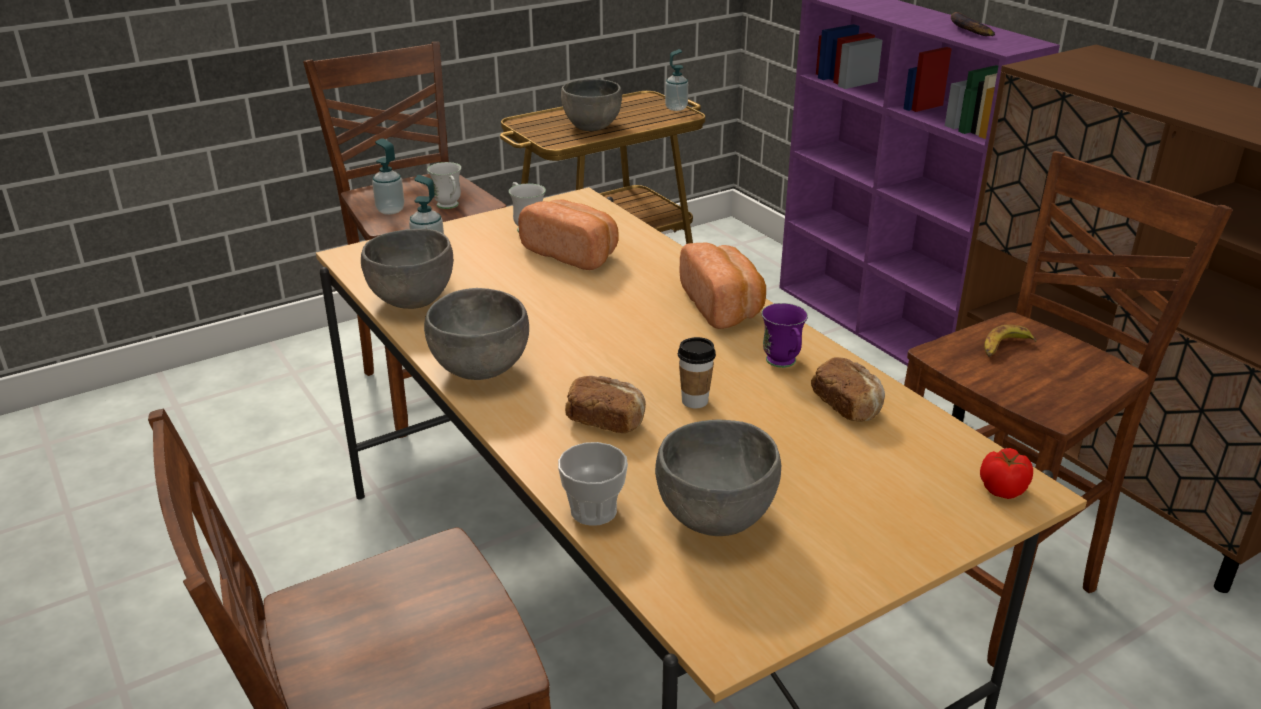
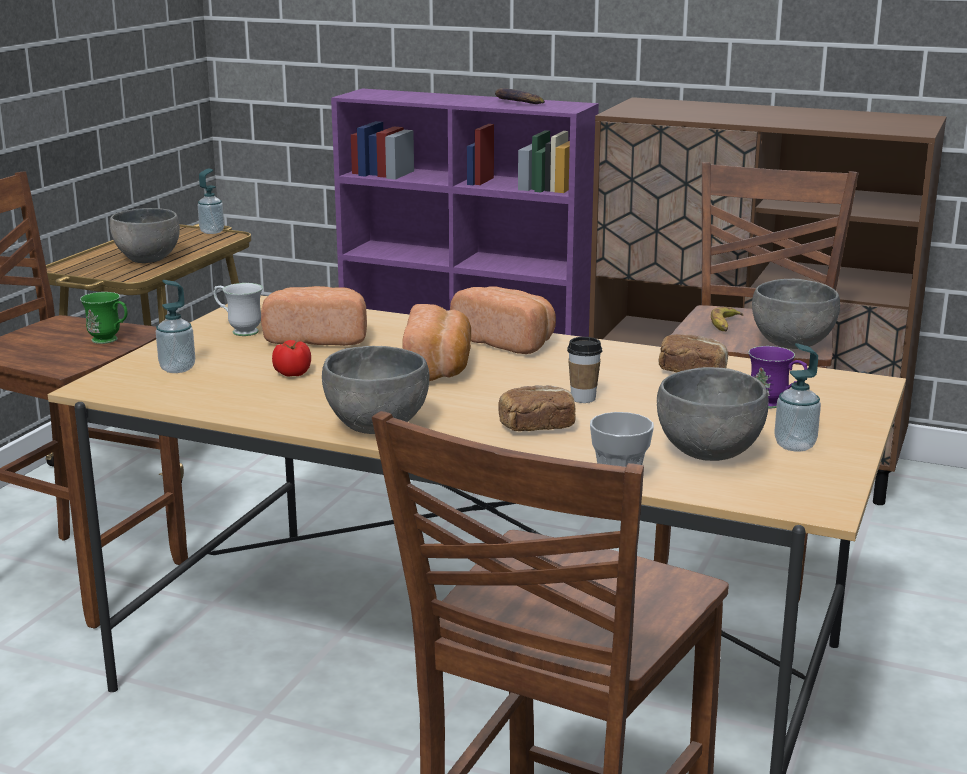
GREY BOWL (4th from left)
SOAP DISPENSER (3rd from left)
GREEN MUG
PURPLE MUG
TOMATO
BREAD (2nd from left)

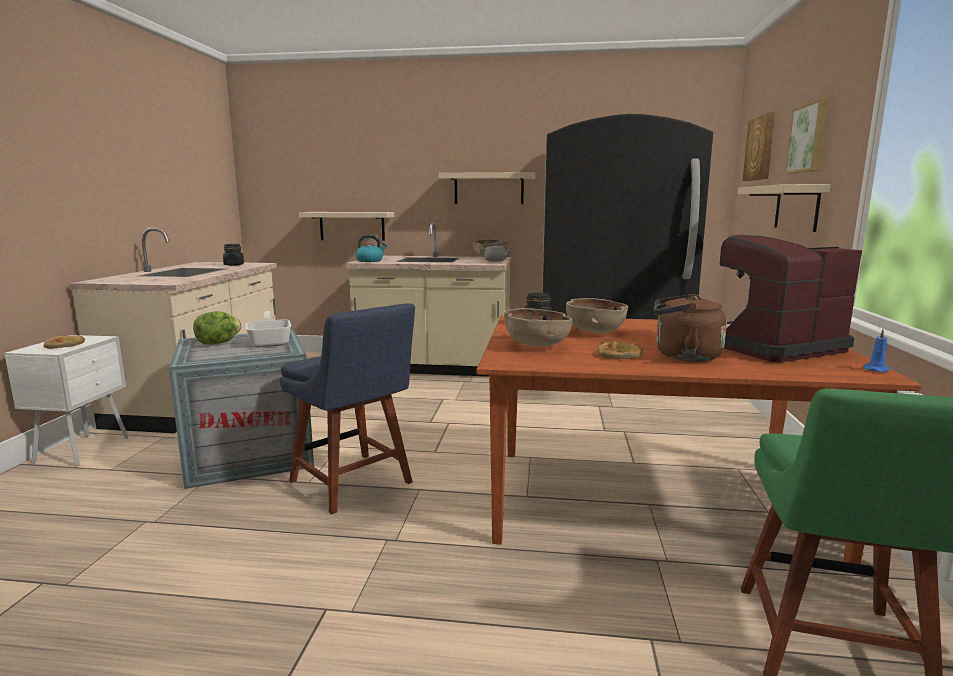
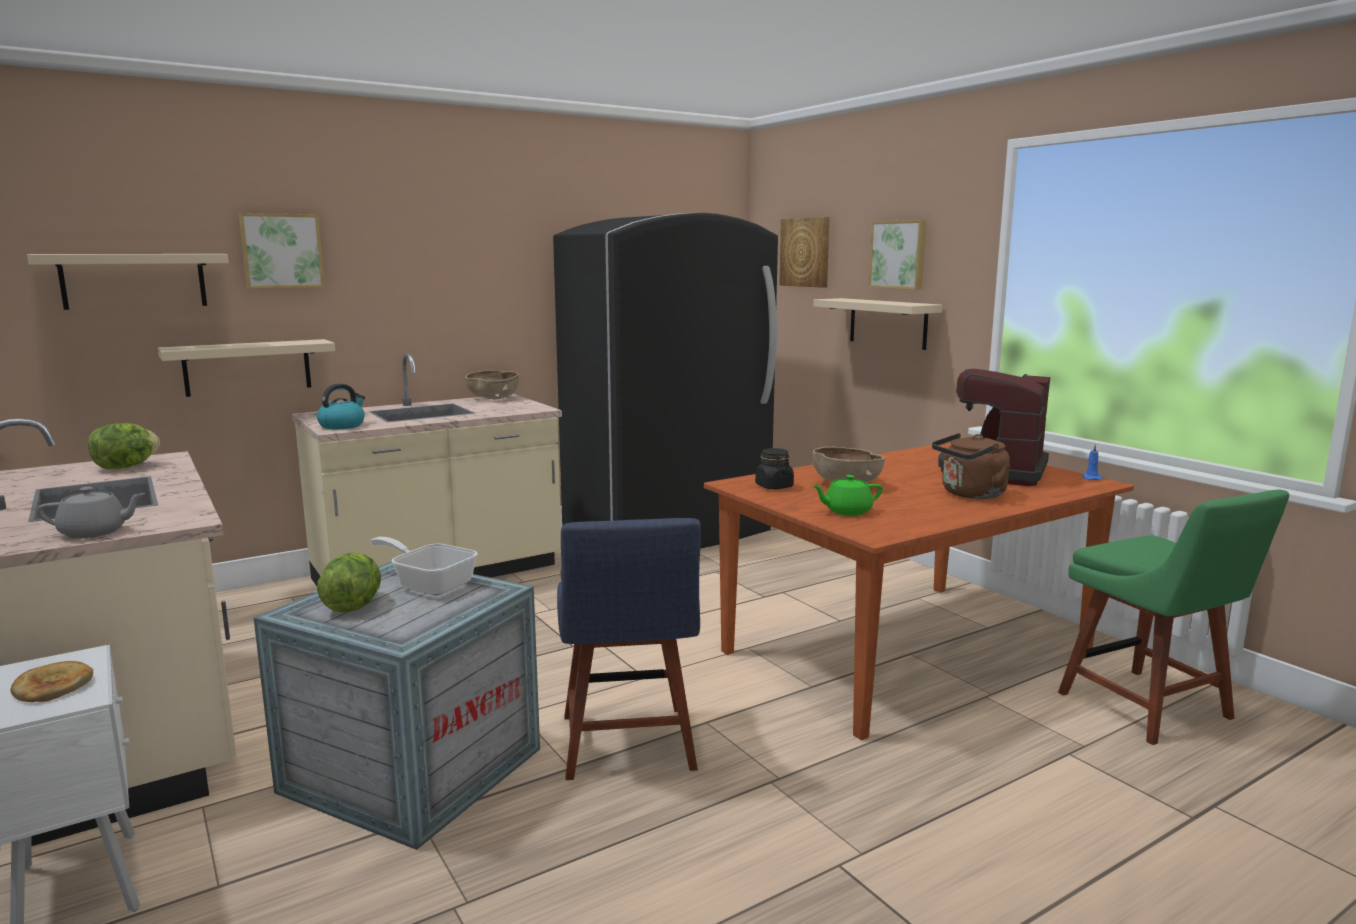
LETTUCE (1st from left)
BLUE CHAIR
BEIGE SHELF (1st from left)
GREY TEAPOT
GREEN TEAPOT
BREAD (2nd from left in the first image)
PICTURE (1st from left)

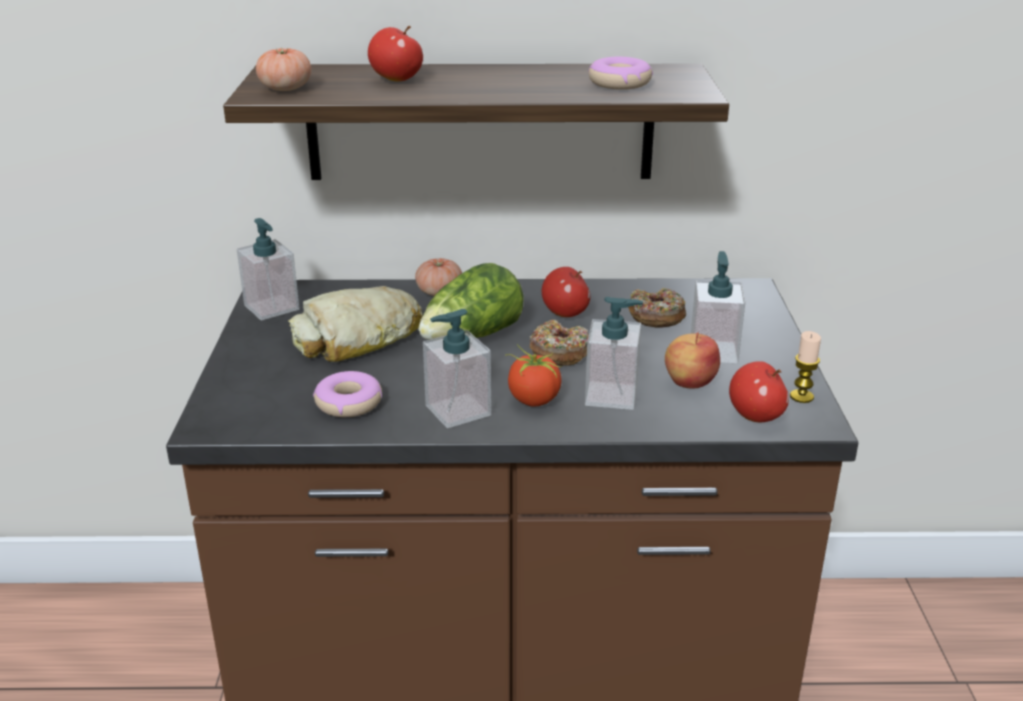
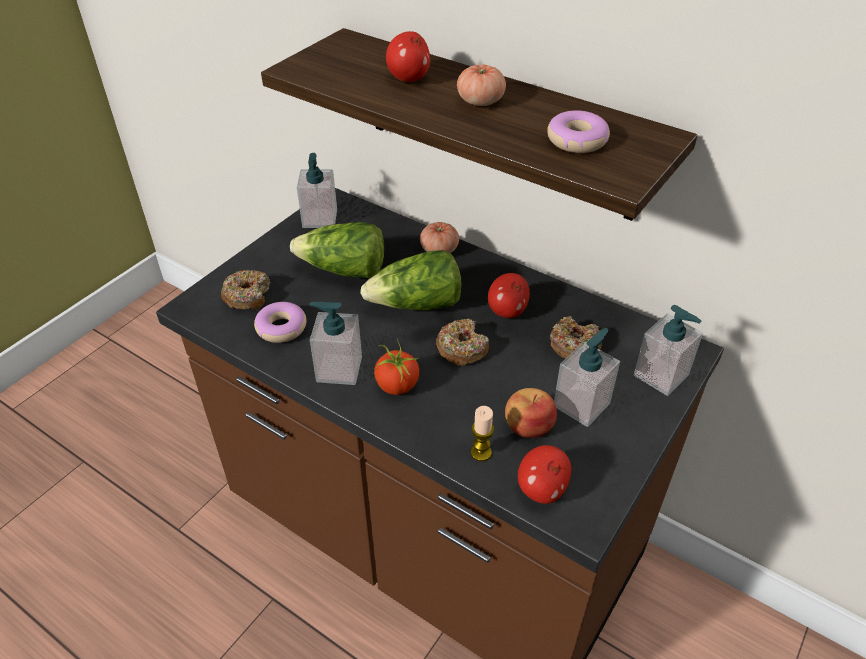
TOMATO (3rd from left)
LETTUCE (1st from left)
SOAP DISPENSER (4th from left)
CANDLE
DONUT (1st from left)

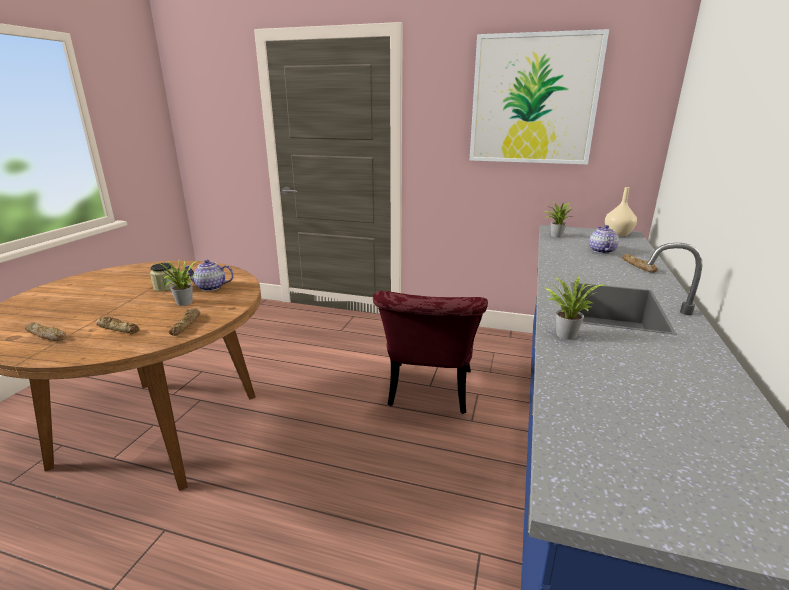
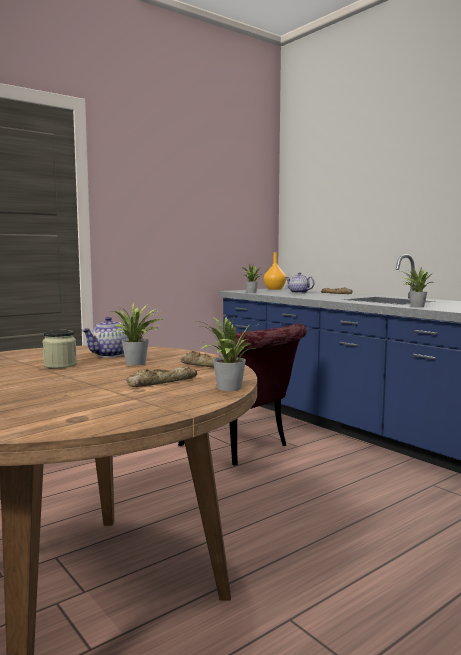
BREAD (1st from left in the first image)
PICTURE
ORANGE VASE
POTTED PLANT (2nd from left)

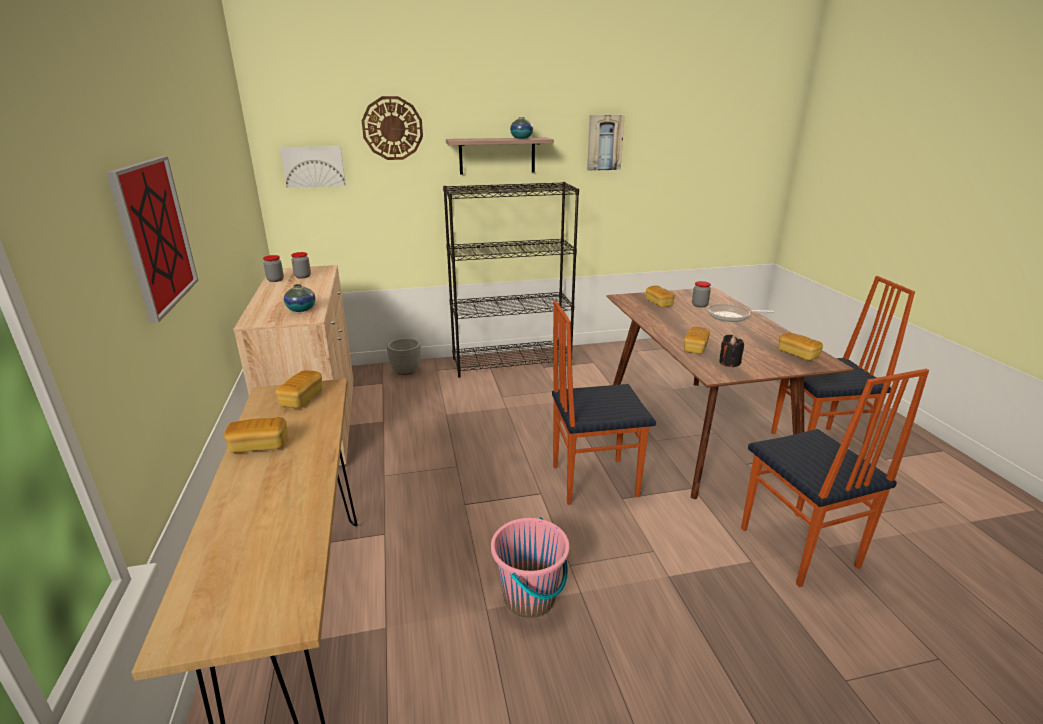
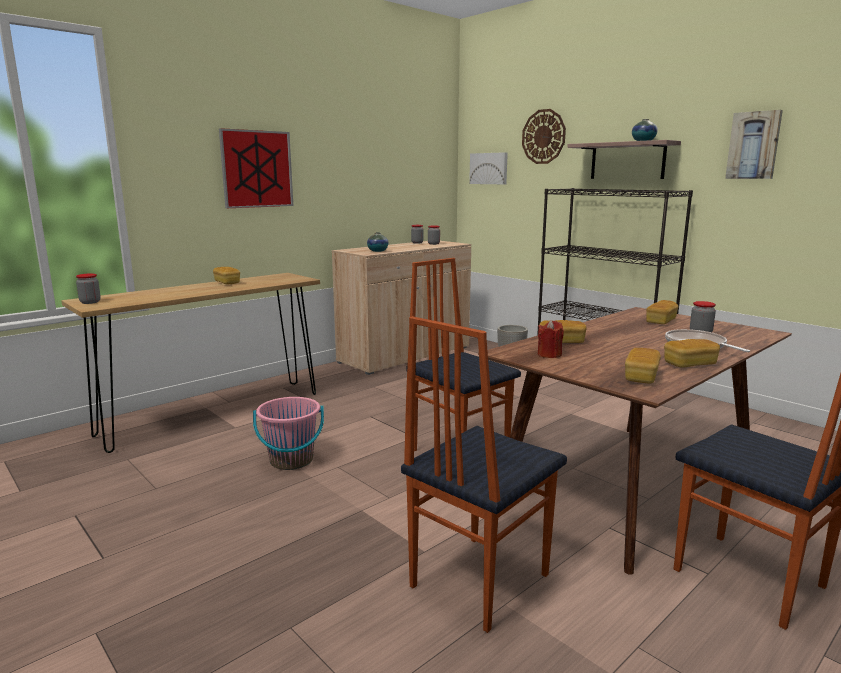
BREAD (5th from left)
RED CANDLE
JAR (1st from left)

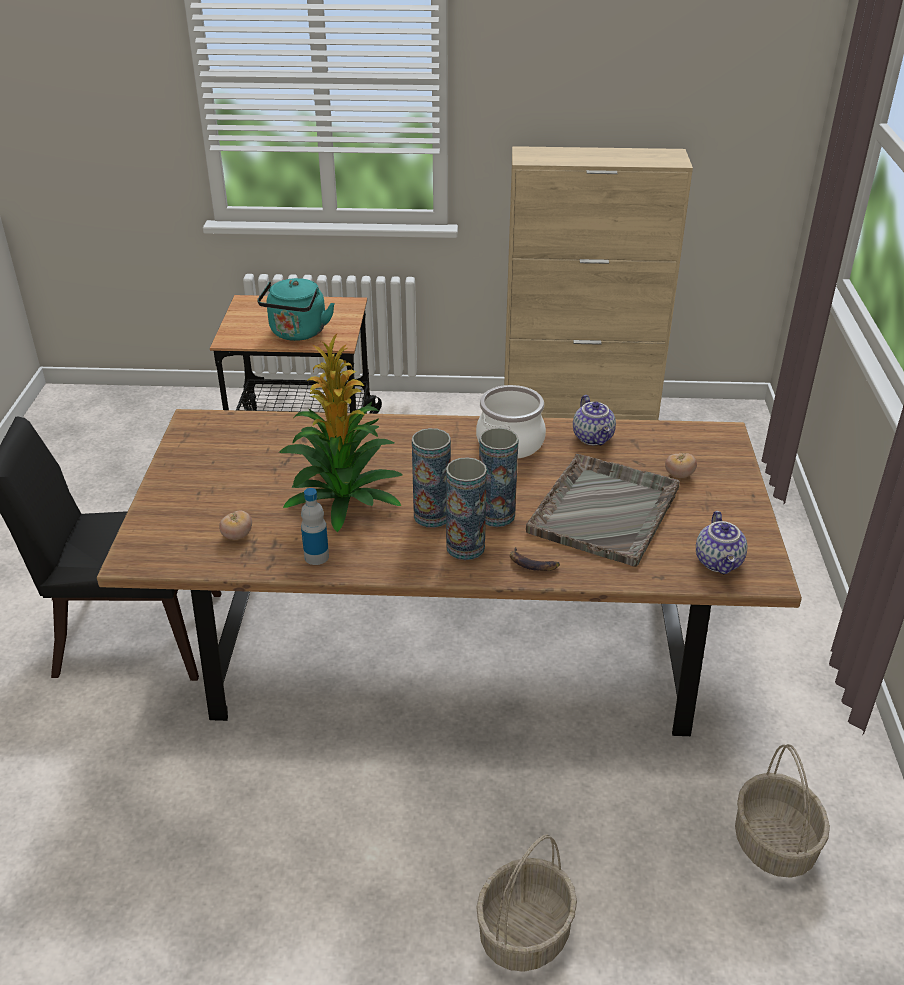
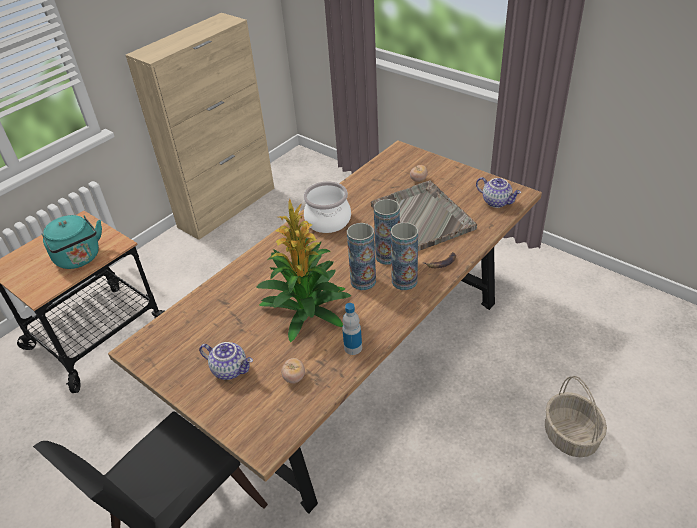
TEAPOT (1st from left)
BASKET (2nd from left in the first image)

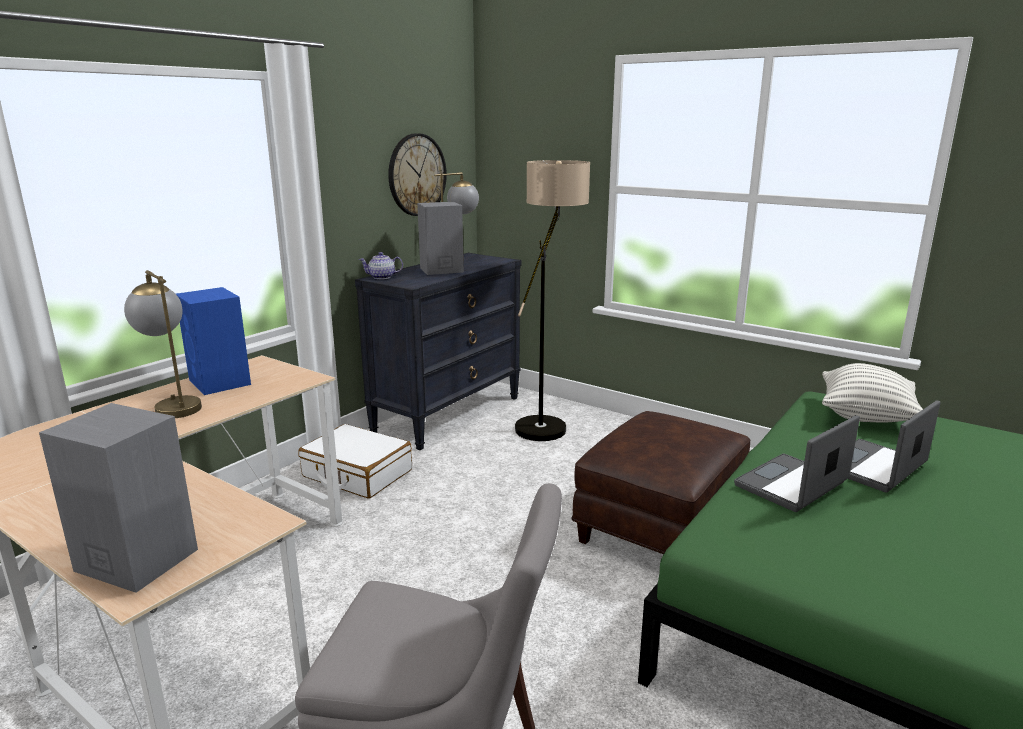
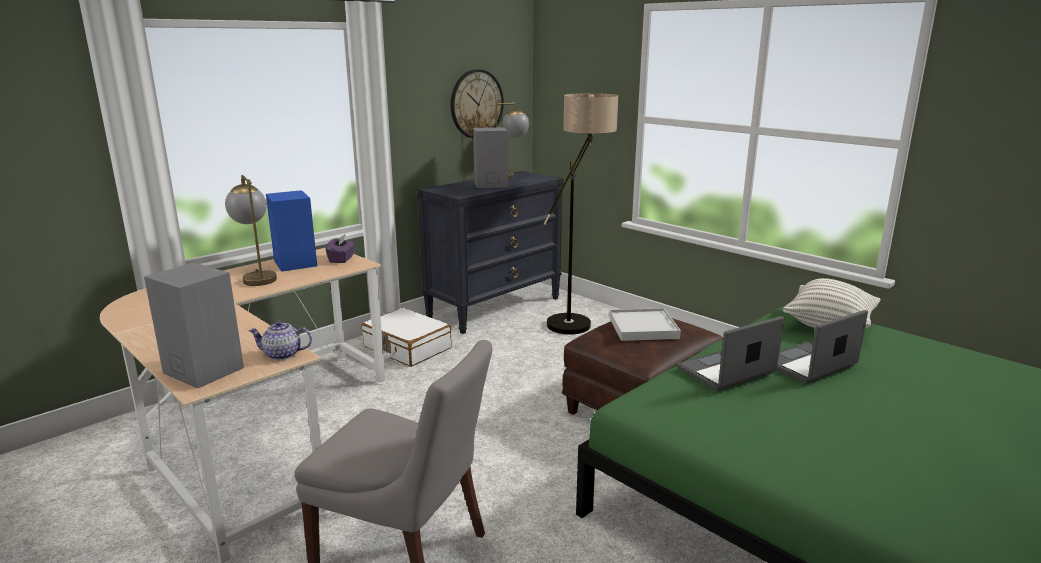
TEAPOT
PURPLE TISSUE BOX
WHITE TRAY

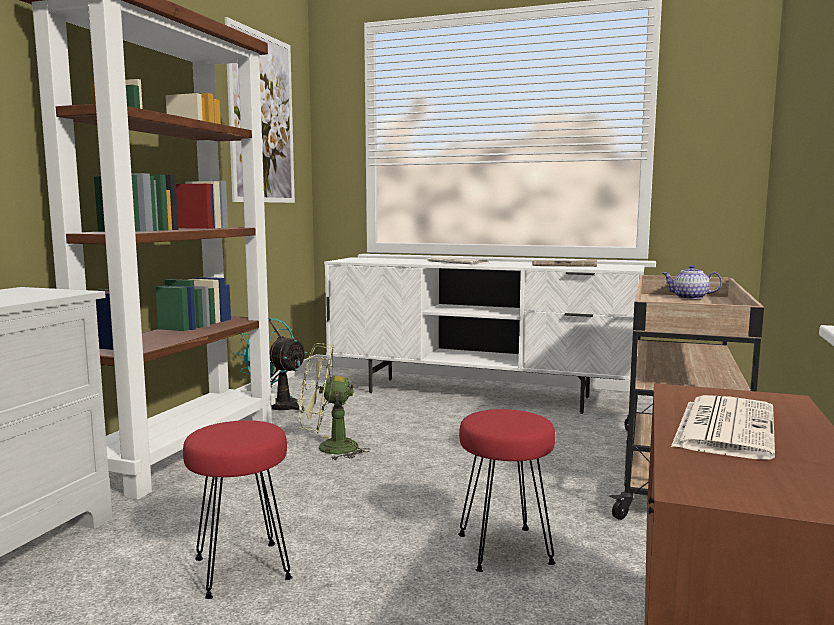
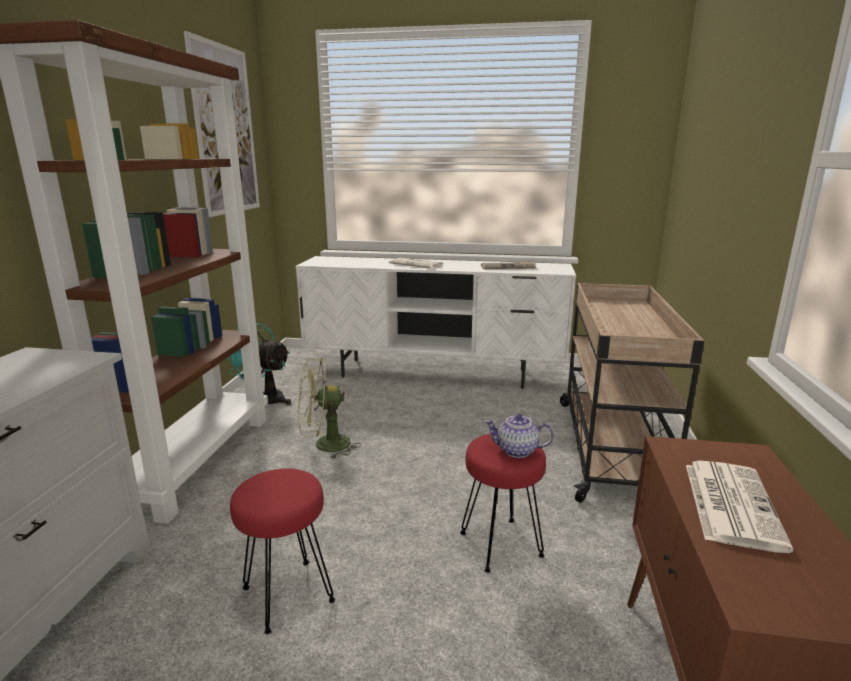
TEAPOT

